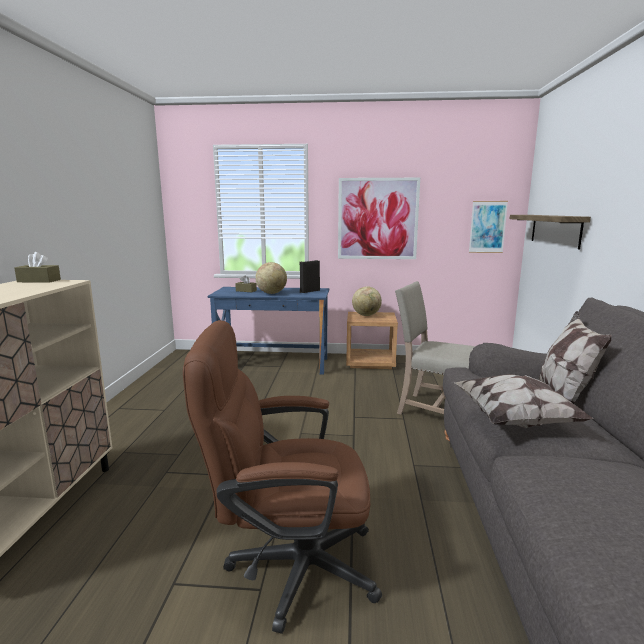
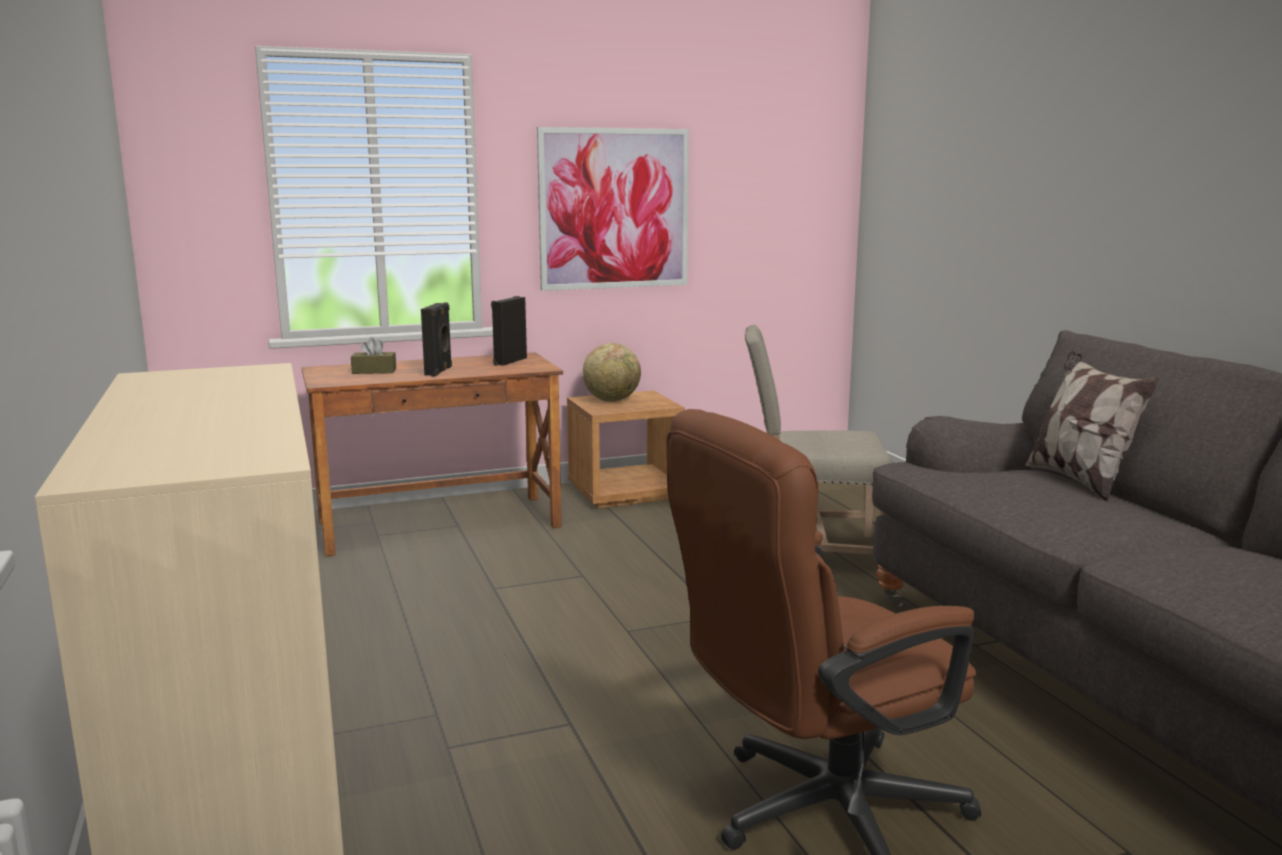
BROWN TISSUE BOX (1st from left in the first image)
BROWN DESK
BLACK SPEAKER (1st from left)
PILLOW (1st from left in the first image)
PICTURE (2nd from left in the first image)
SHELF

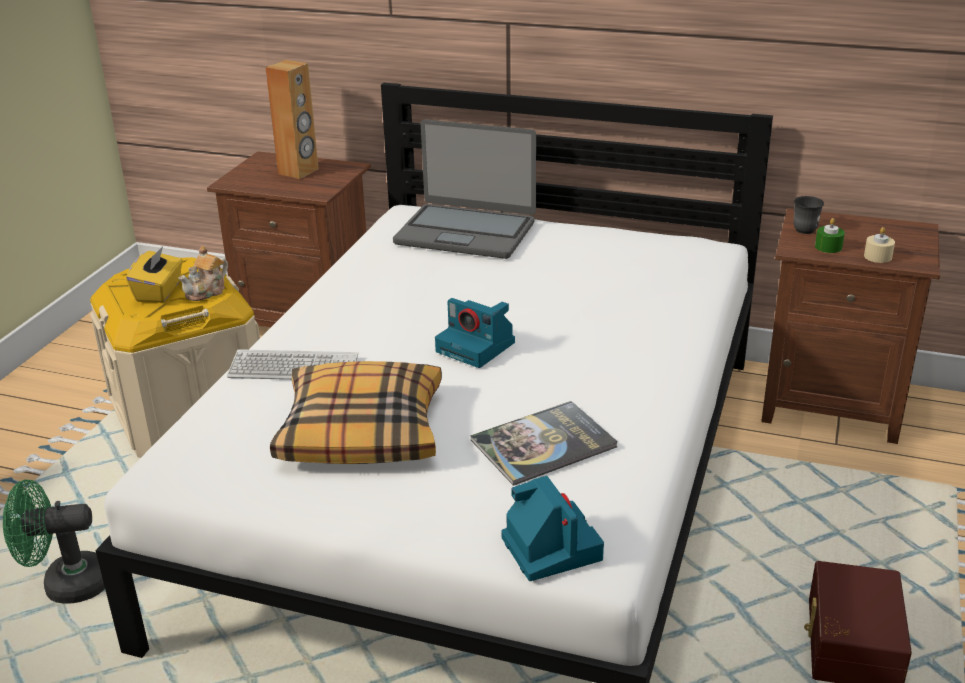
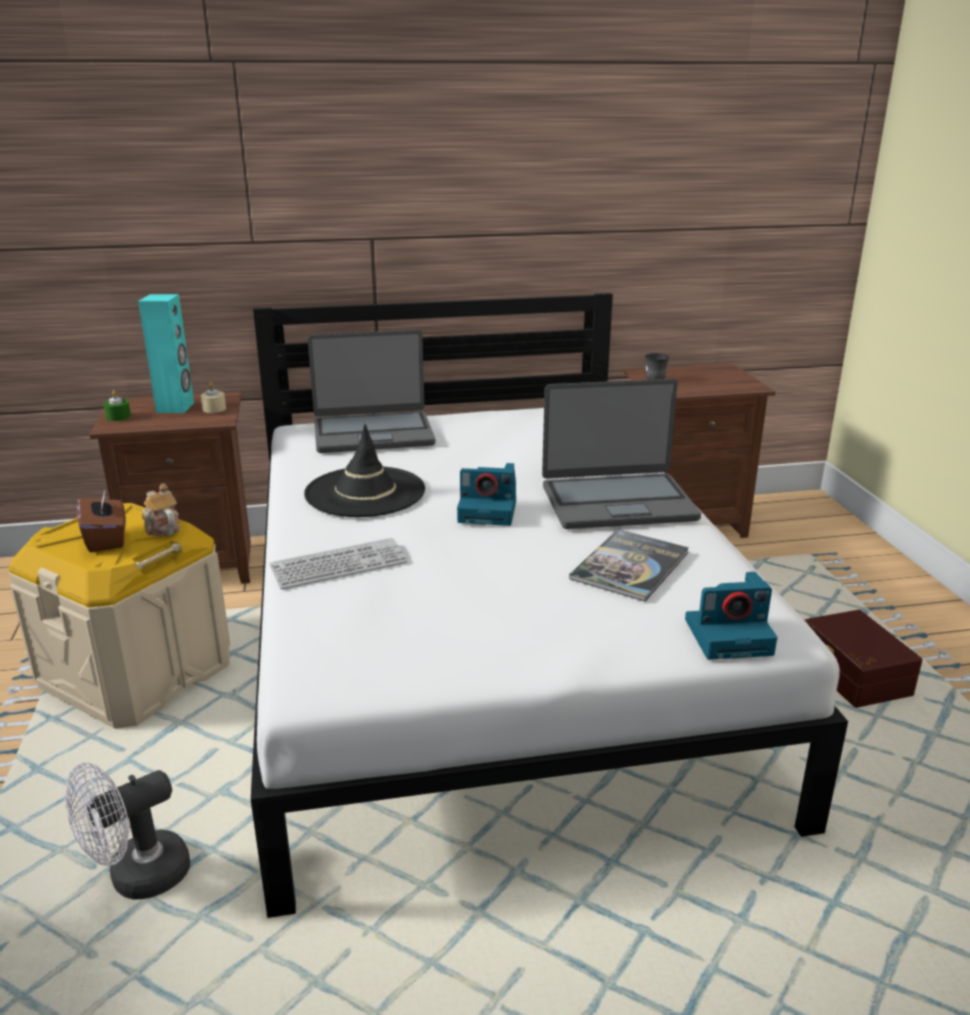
WHITE FAN
BROWN TISSUE BOX
TEAPOT
TURQUOISE SPEAKER
PILLOW
PHOTO CAMERA (2nd from left)
GREEN CANDLE
BEIGE CANDLE
BLACK HAT
LAPTOP (2nd from left)

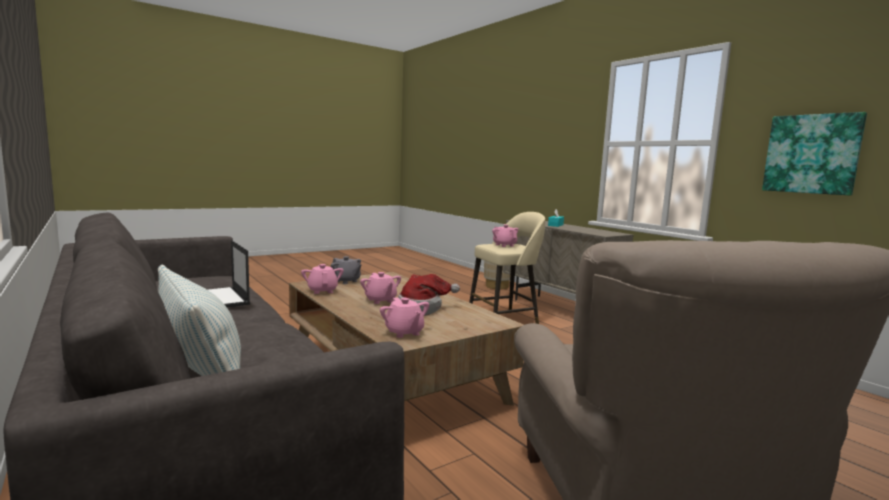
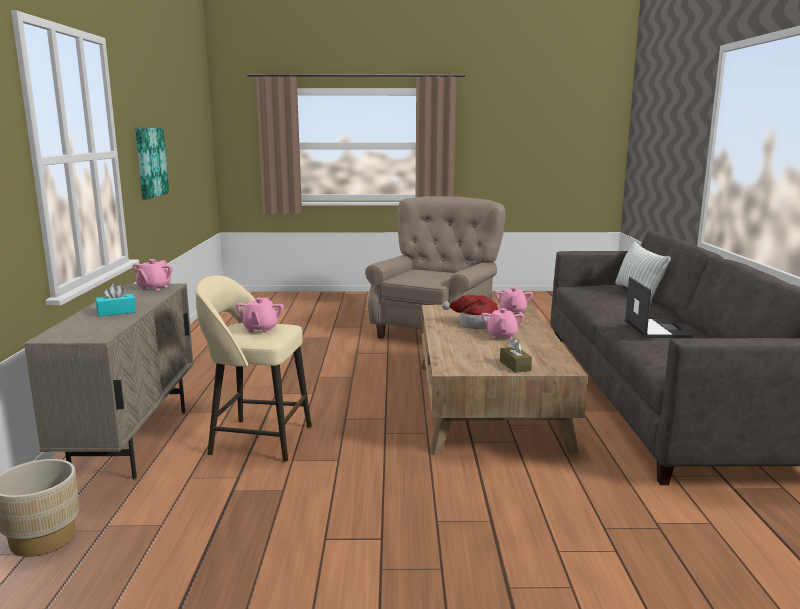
PINK TEAPOT (1st from left)
BROWN TISSUE BOX

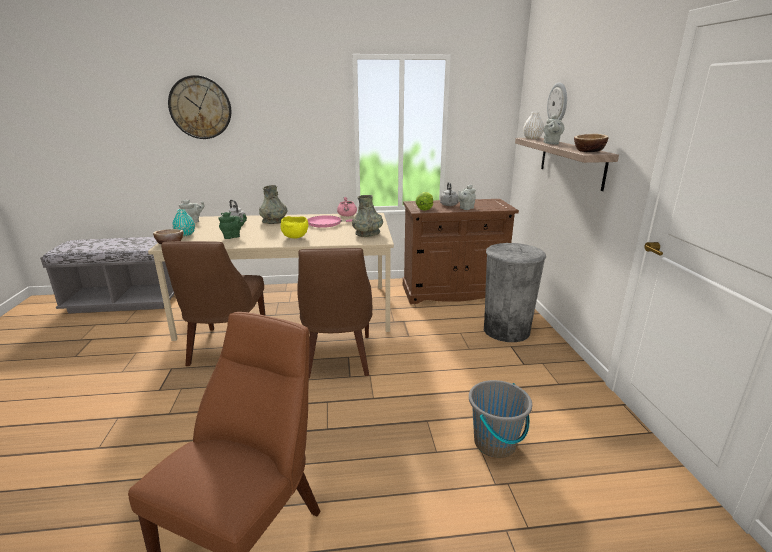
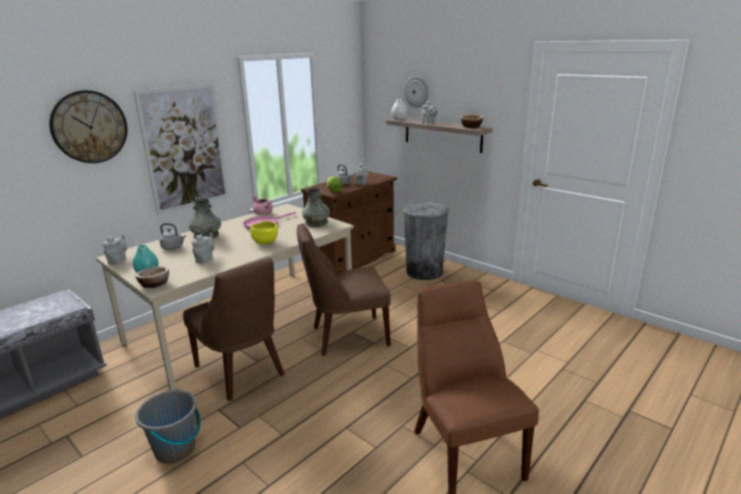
GREY TEAPOT (2nd from left)
BROWN CHAIR (2nd from left)
GREY BUCKET
PICTURE

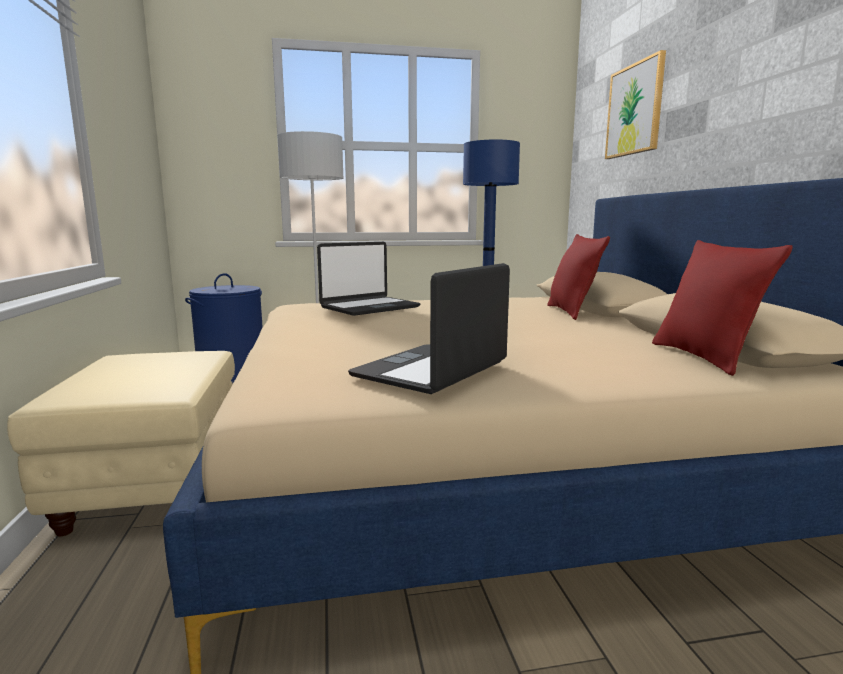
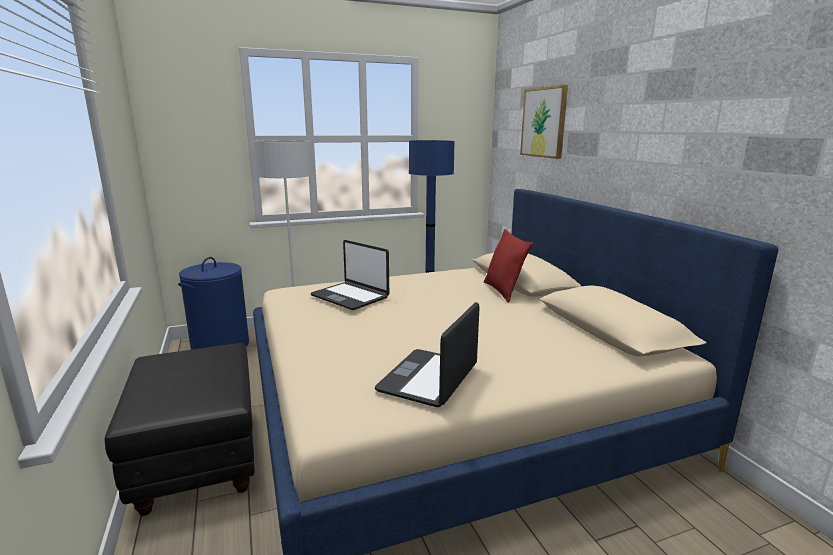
BLACK OTTOMAN
LAPTOP (1st from left)
RED PILLOW (2nd from left in the first image)

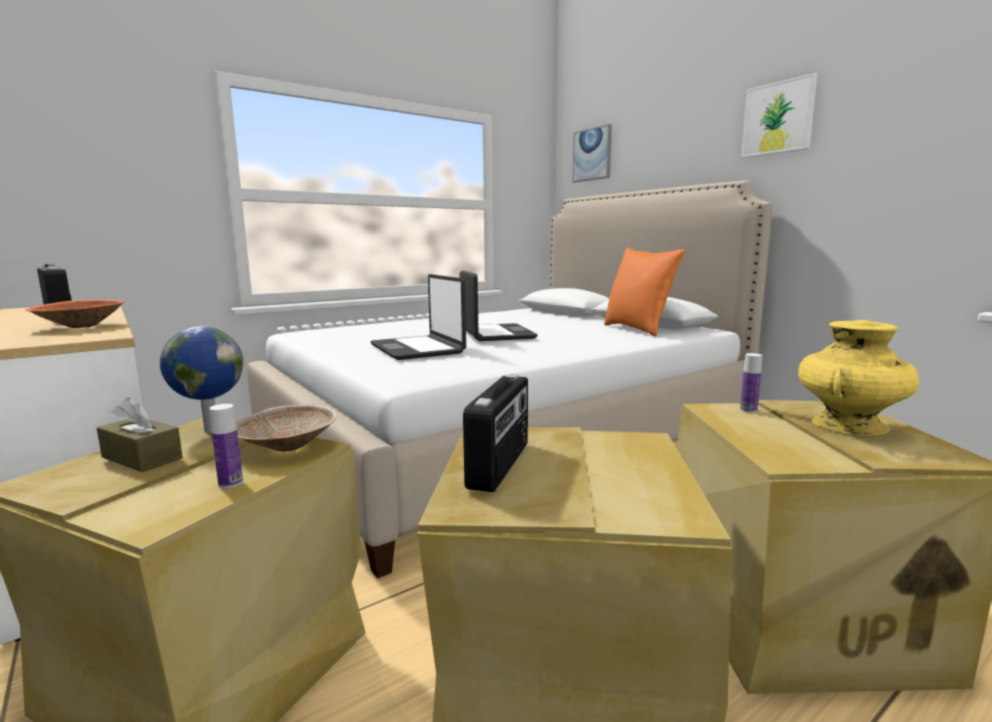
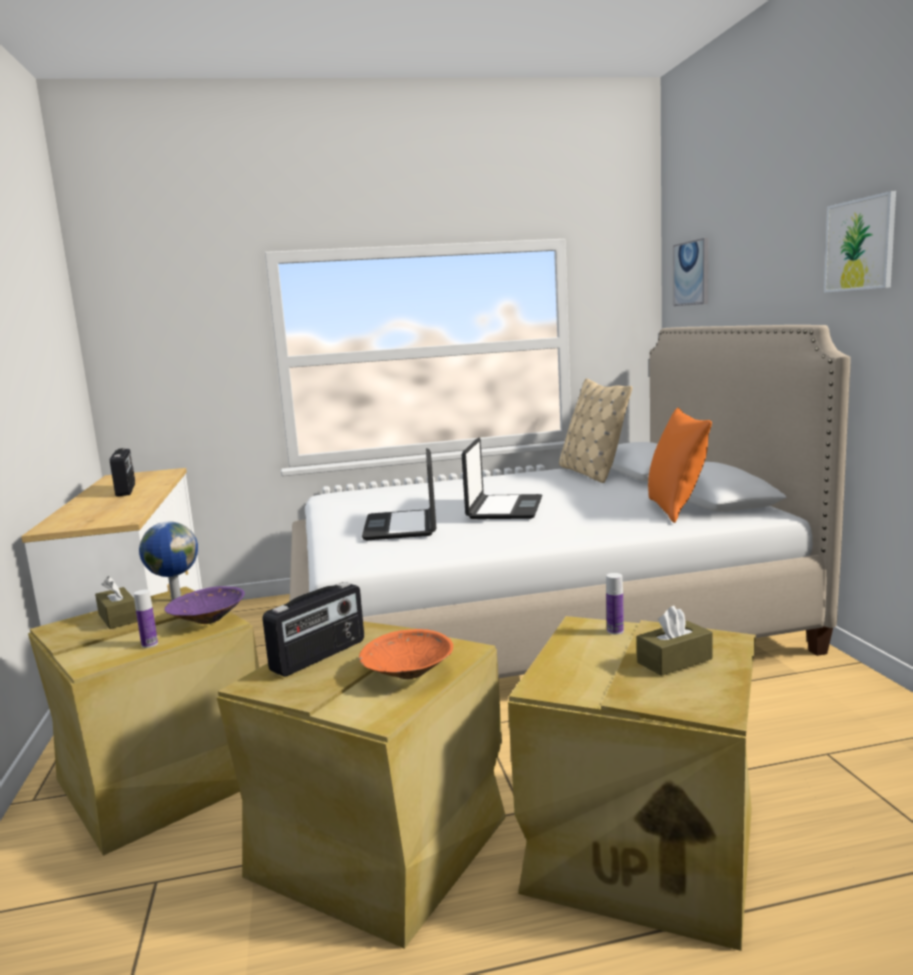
ORANGE BOWL
PURPLE BOWL
BROWN TISSUE BOX (2nd from left)
BEIGE PILLOW

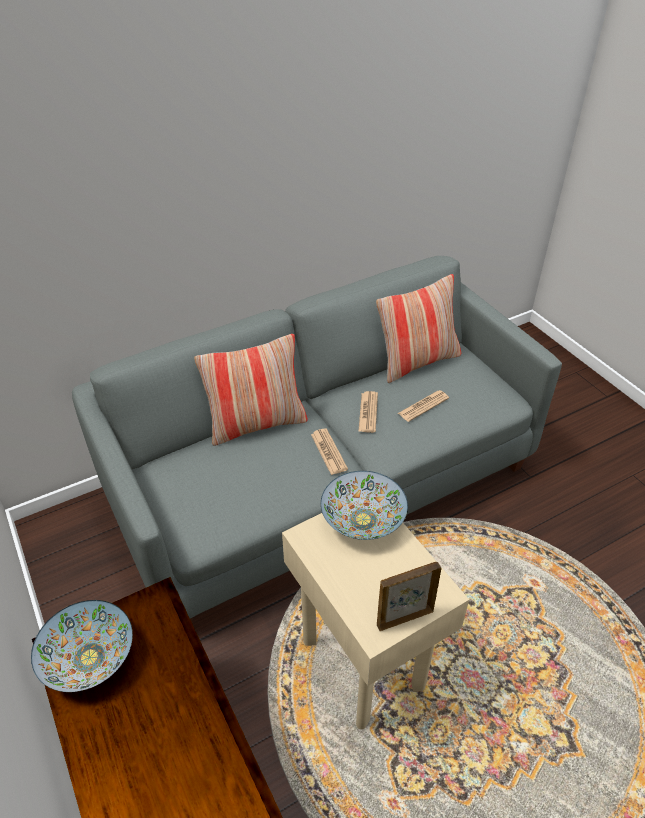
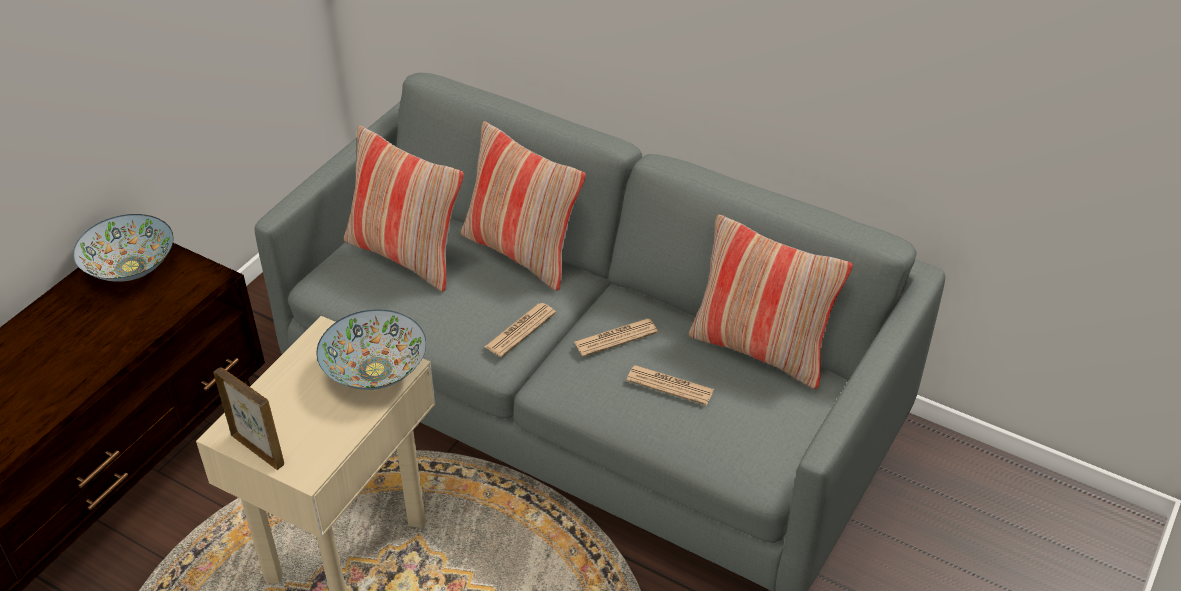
PILLOW (1st from left)

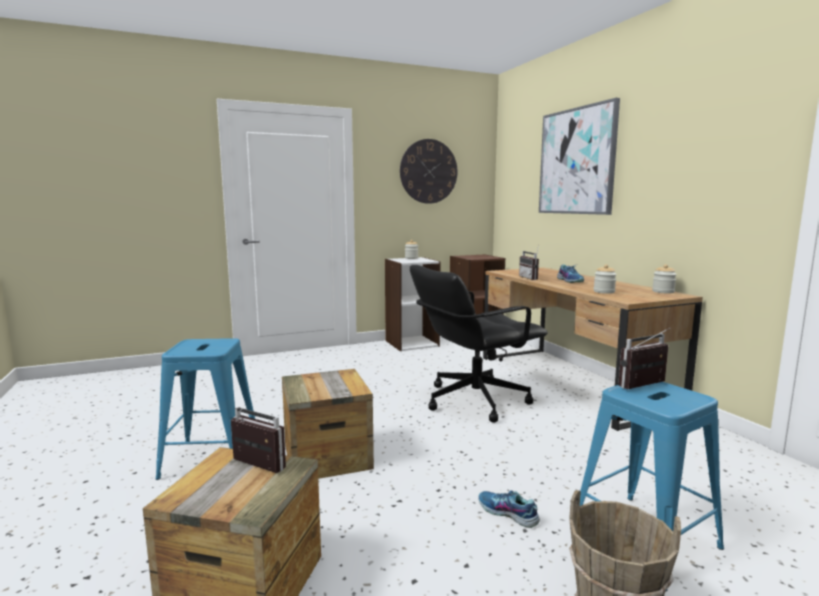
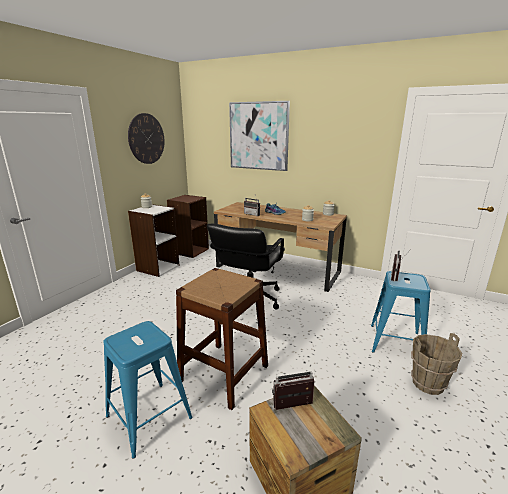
BROWN STOOL
SHOE (1st from left in the first image)

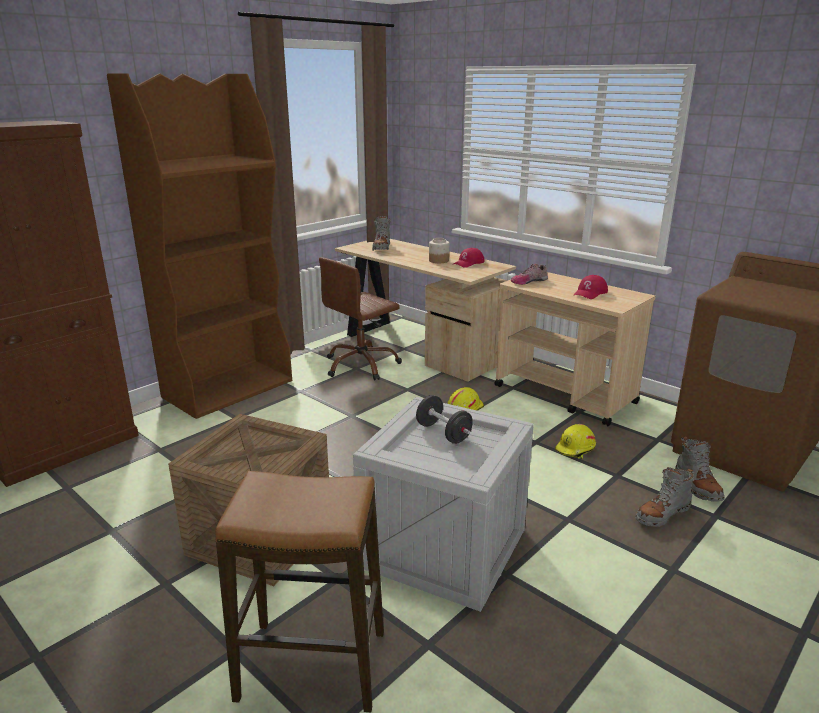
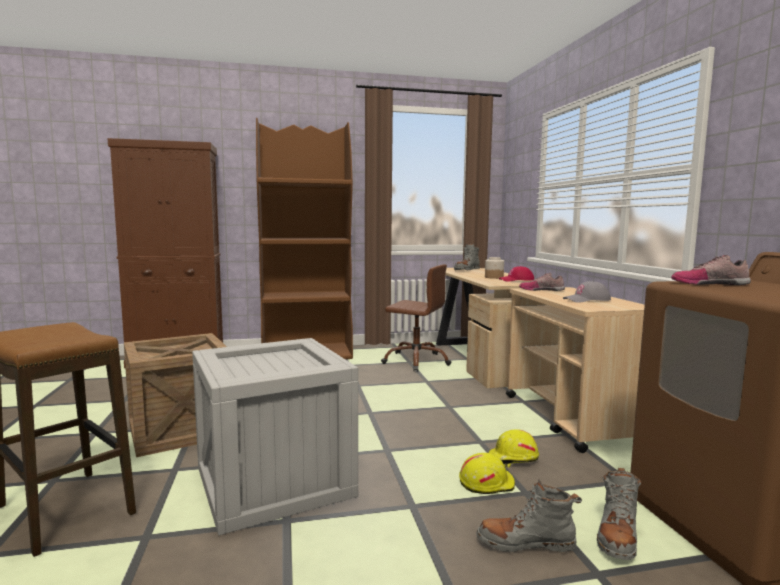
BROWN OFFICE CHAIR
BLACK DUMBBELL
YELLOW HARD HAT (1st from left)
GREY CAP
SHOE (2nd from left)

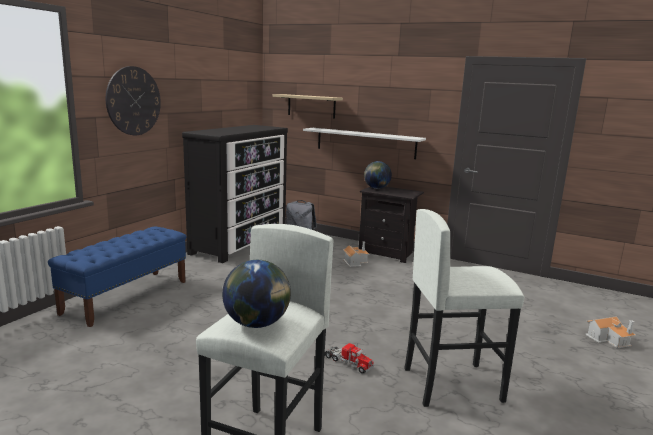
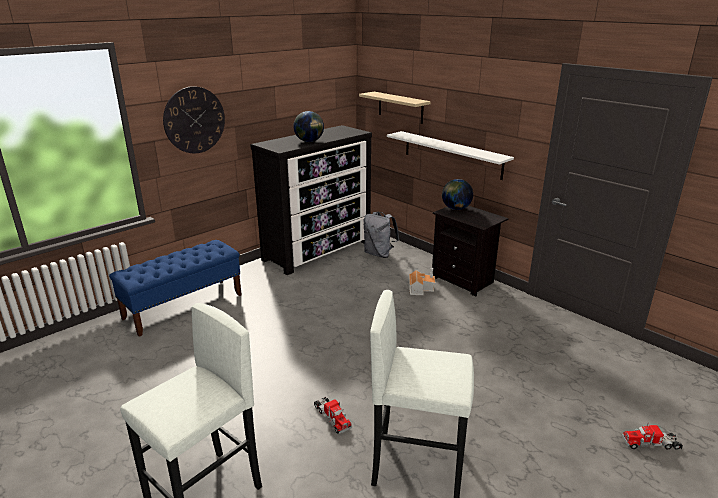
GLOBE (1st from left)
TOY TRUCK (2nd from left)

